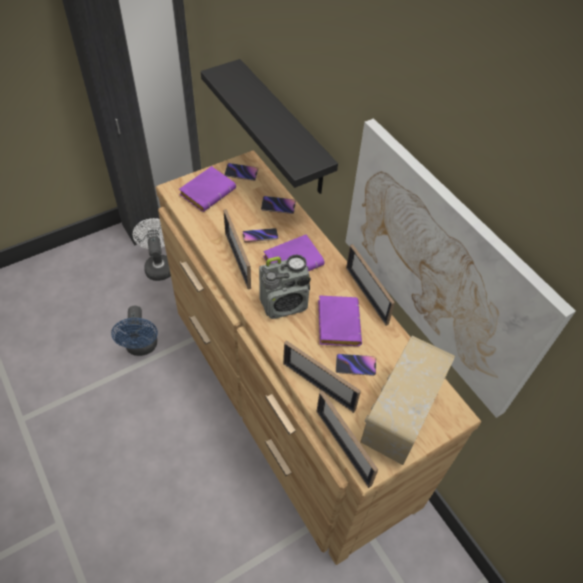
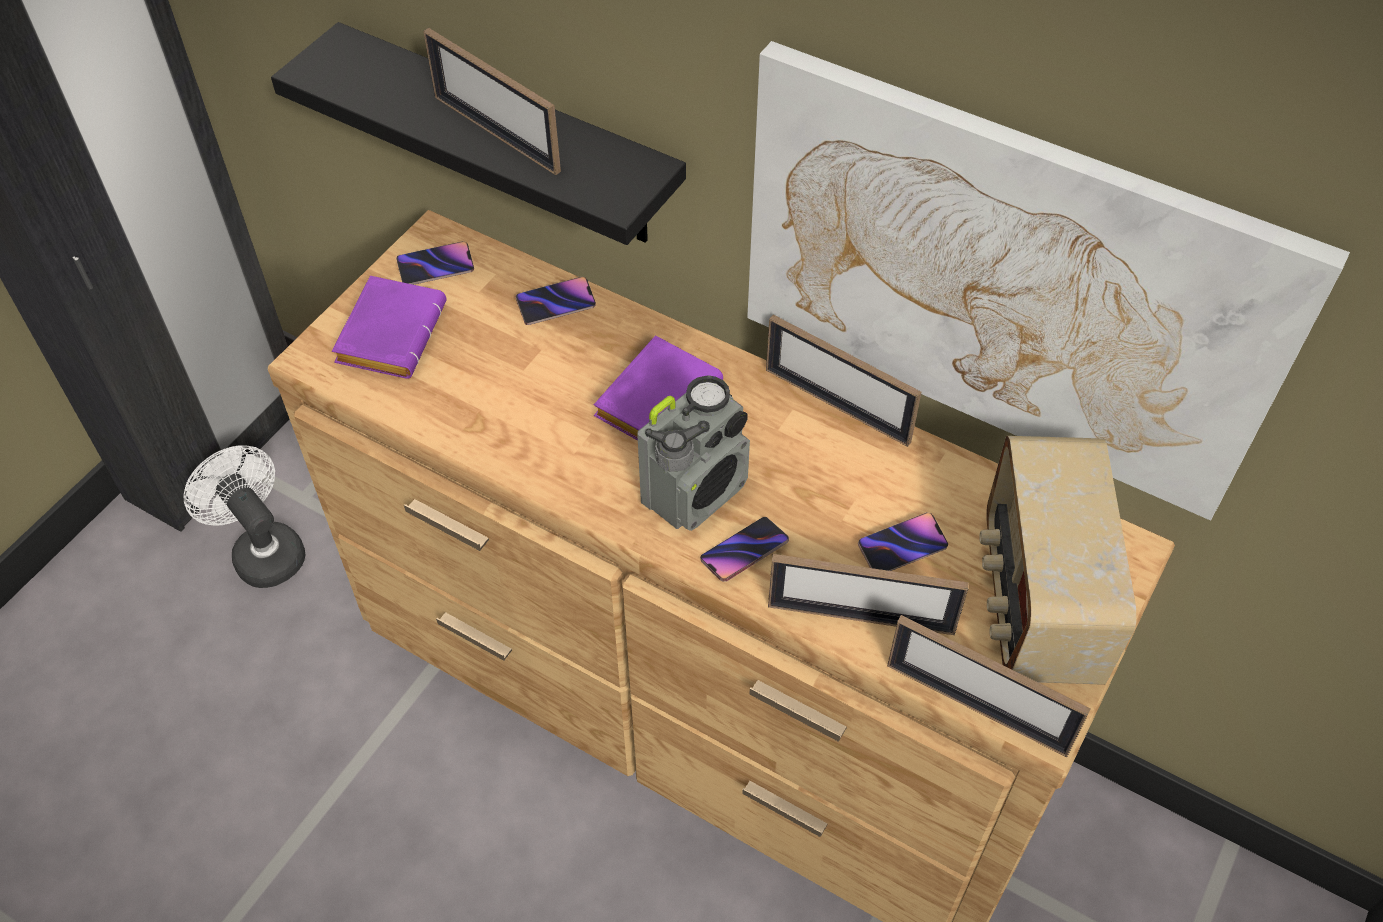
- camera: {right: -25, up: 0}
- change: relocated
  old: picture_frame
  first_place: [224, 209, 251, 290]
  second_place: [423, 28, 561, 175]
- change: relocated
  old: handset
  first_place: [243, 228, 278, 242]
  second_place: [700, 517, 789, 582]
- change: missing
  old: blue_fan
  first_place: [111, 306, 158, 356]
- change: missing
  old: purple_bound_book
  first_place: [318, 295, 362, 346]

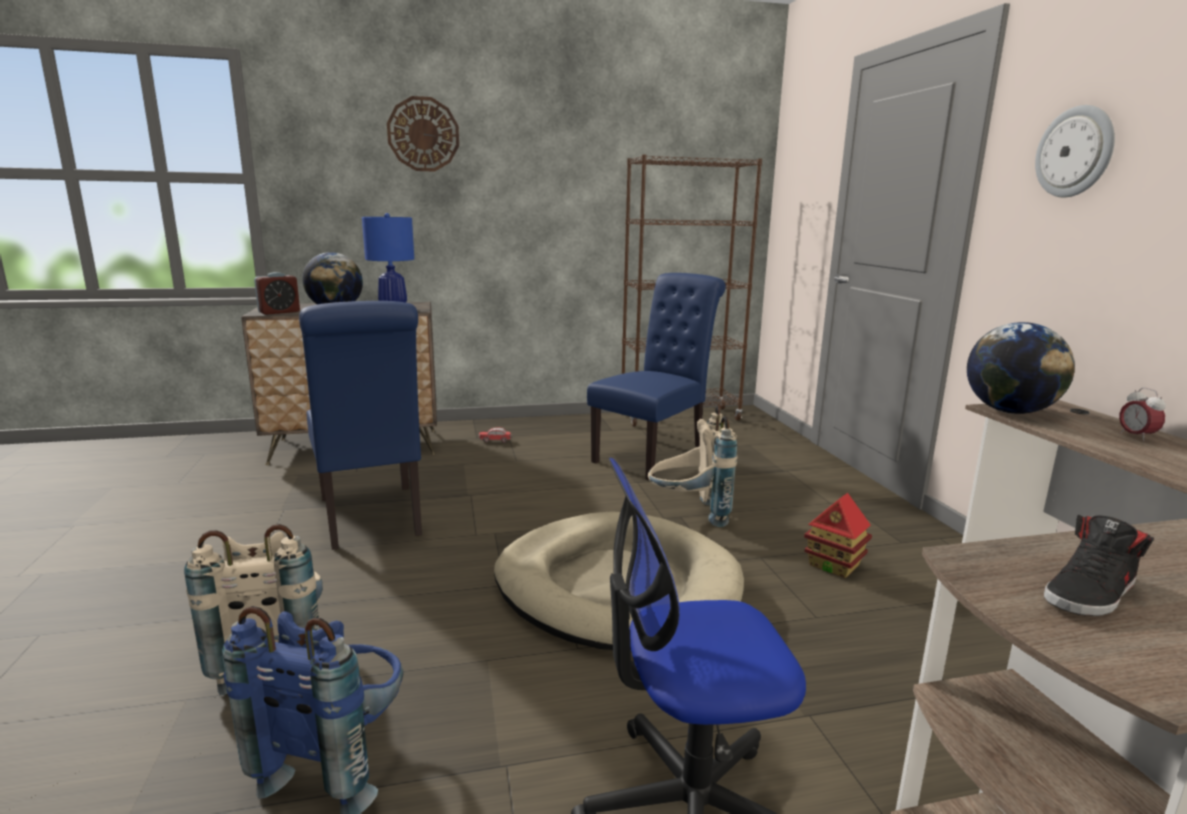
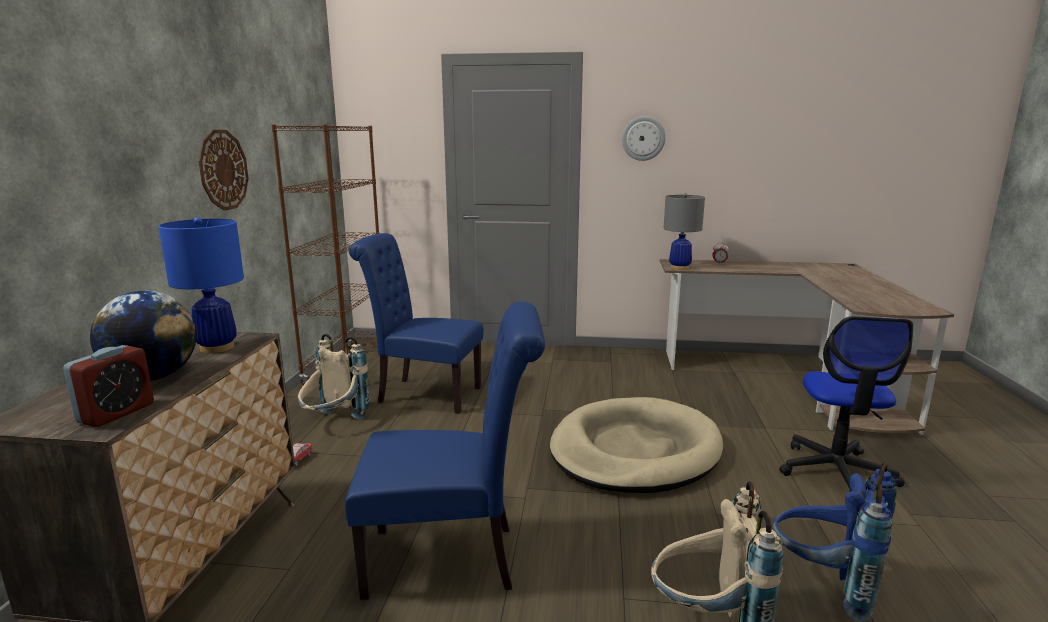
- camera: {right: -70, up: 0}
- change: spun
  old: bedside_clock
  first_place: [254, 272, 300, 315]
  second_place: [63, 345, 154, 427]
  degrees: 45
- change: relocated
  old: wall_clock
  first_place: [387, 96, 459, 172]
  second_place: [199, 130, 249, 211]
- change: relocated
  old: beige-coloured_knapsack
  first_place: [648, 406, 738, 527]
  second_place: [297, 334, 370, 420]
- change: spun
  old: blue_upright_chair
  first_place: [587, 273, 726, 481]
  second_place: [349, 233, 484, 414]
  degrees: -45
- change: exchanged
  old: world_globe
  new: gray_table_lamp
  first_place: [967, 322, 1075, 414]
  second_place: [664, 193, 705, 270]
- change: missing
  old: model_house
  first_place: [804, 493, 872, 578]
- change: missing
  old: blackish_low_shoe
  first_place: [1044, 514, 1154, 616]

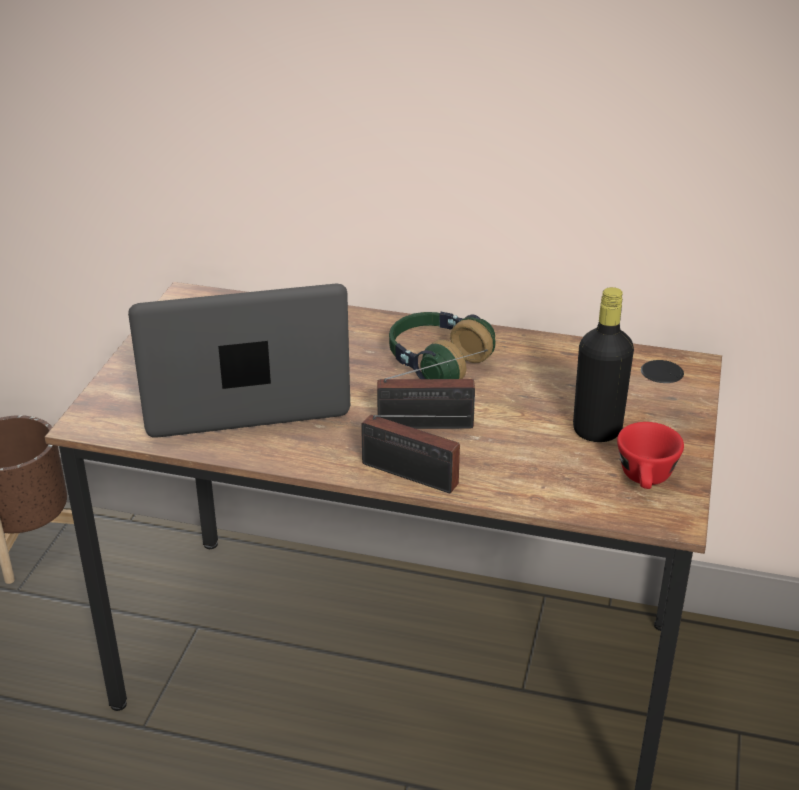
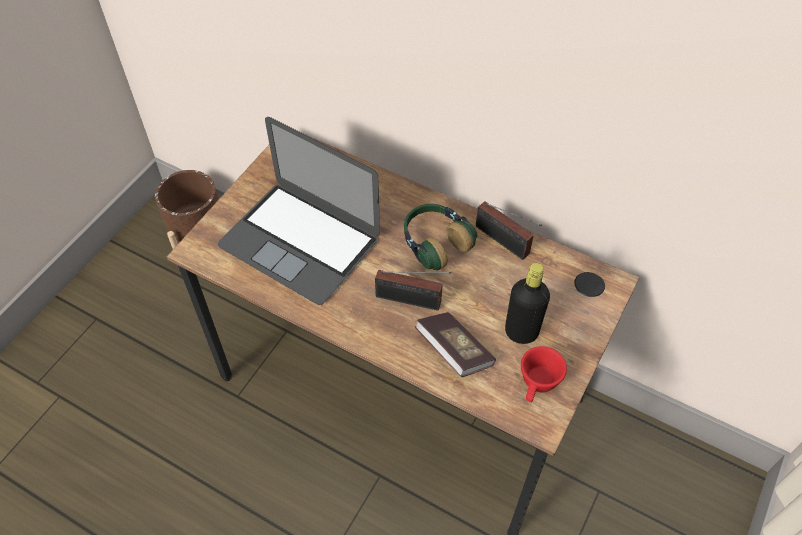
- camera: {right: 15, up: 20}
- change: spun
  old: portable_computer
  first_place: [128, 283, 350, 438]
  second_place: [218, 117, 380, 305]
  degrees: -150
- change: appeared
  new: bound_book
  second_place: [415, 312, 496, 377]
- change: relocated
  old: radio
  first_place: [361, 415, 471, 493]
  second_place: [476, 201, 542, 260]

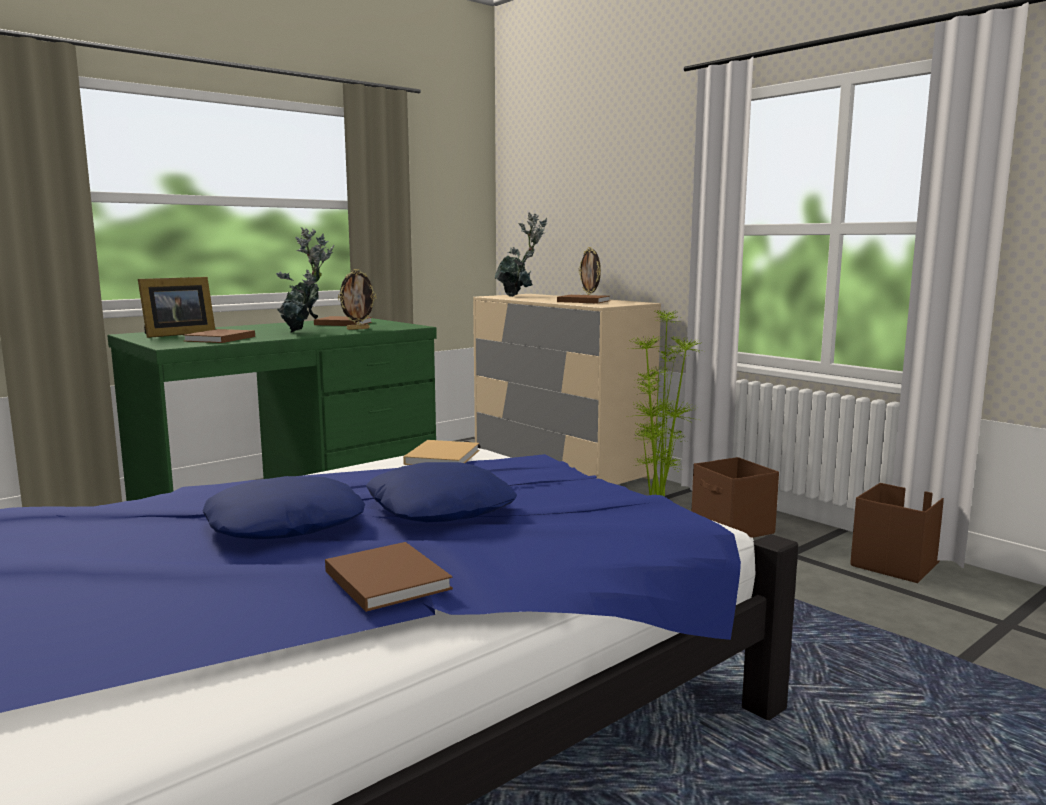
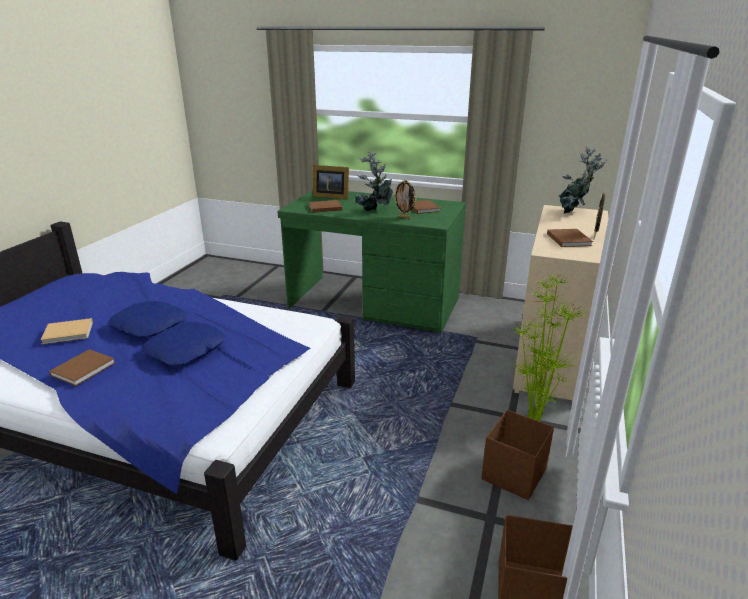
- camera: {right: 60, up: 15}
- change: relocated
  old: beige-coloured_bound_book
  first_place: [403, 440, 479, 465]
  second_place: [41, 318, 93, 344]

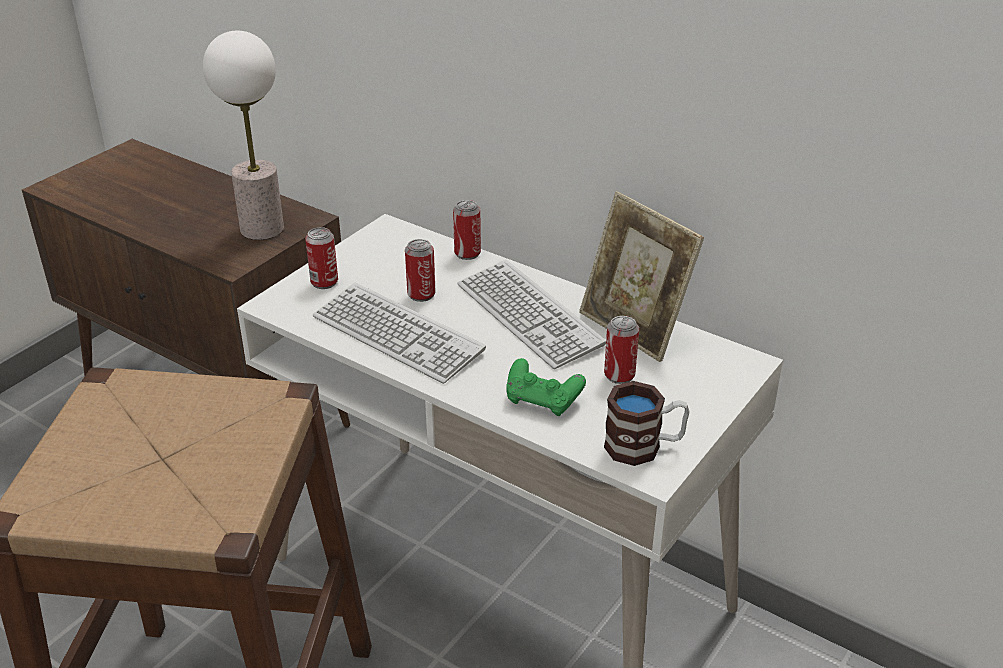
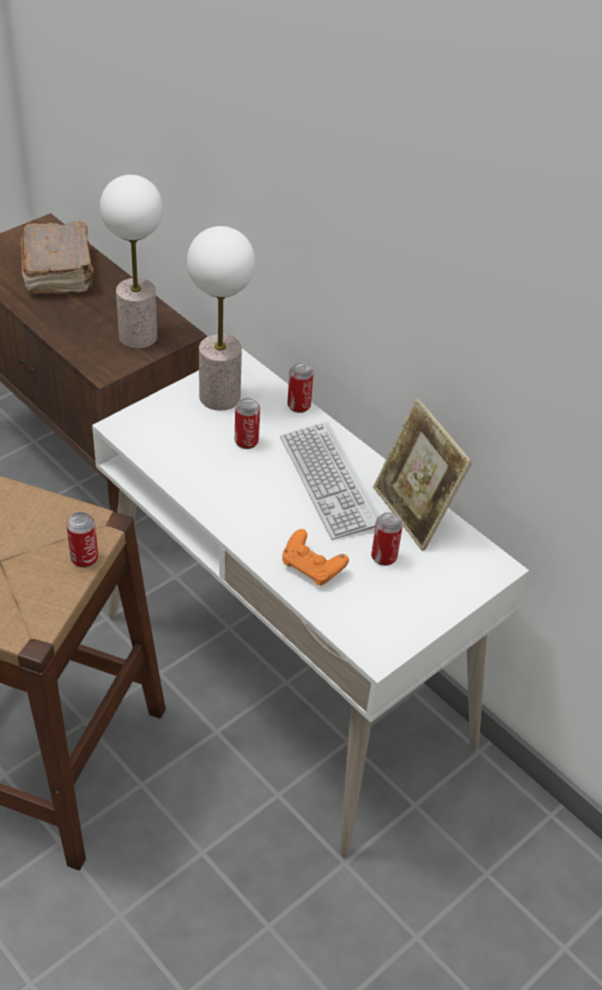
- camera: {right: 10, up: 10}
- change: appeared
  new: brown-coloured_bound_book
  second_place: [21, 221, 94, 294]
- change: relocated
  old: metal_can
  first_place: [305, 227, 338, 289]
  second_place: [66, 512, 98, 568]
- change: appeared
  new: table_lamp
  second_place: [187, 226, 255, 410]
- change: colour
  old: green_joypad
  new: orange-coloured_joypad
  first_place: [506, 358, 586, 416]
  second_place: [282, 529, 349, 586]
- change: missing
  old: computer_keyboard
  first_place: [313, 283, 486, 384]
- change: missing
  old: mug
  first_place: [604, 381, 690, 466]

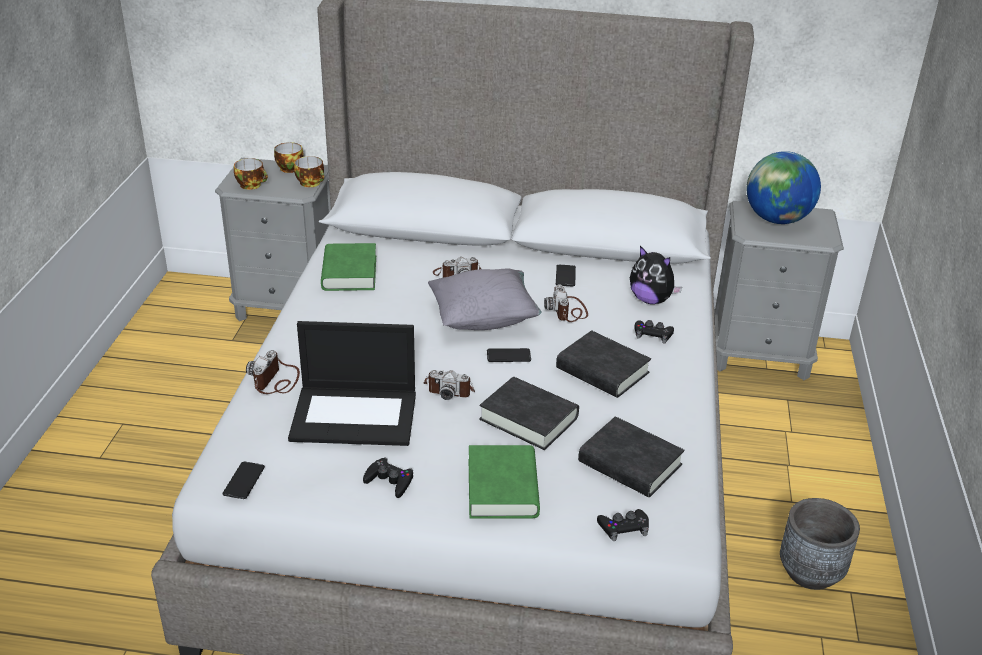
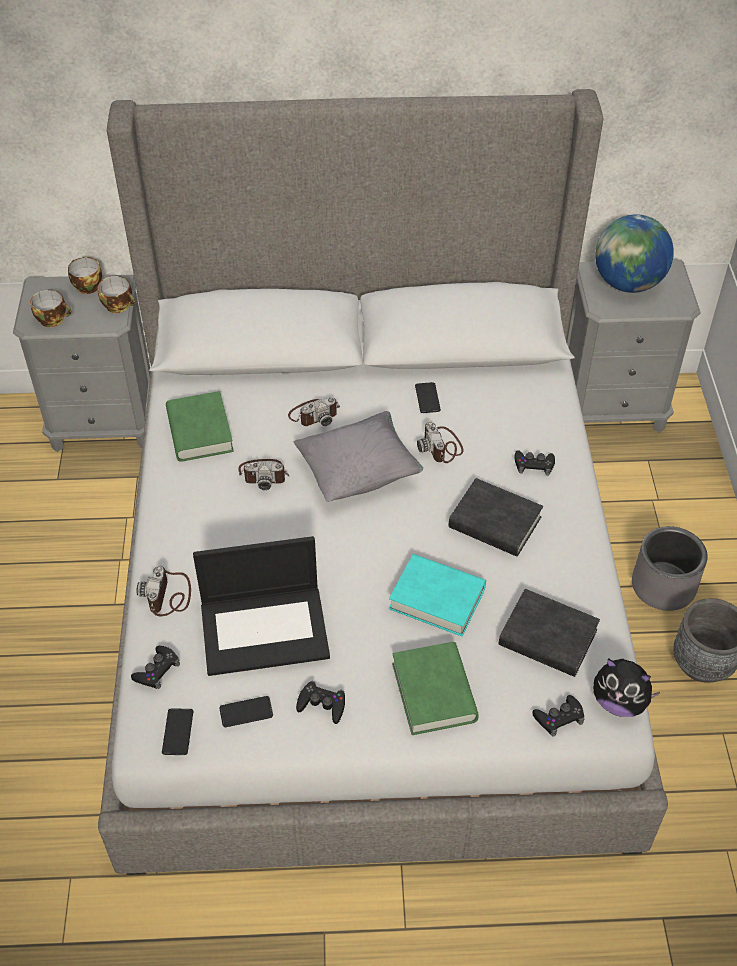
- camera: {right: -10, up: 15}
- change: appeared
  new: blackish_joypad
  second_place: [131, 646, 180, 689]
- change: relocated
  old: handset
  first_place: [487, 348, 531, 362]
  second_place: [220, 696, 273, 727]
- change: relocated
  old: photo_camera
  first_place: [423, 370, 475, 400]
  second_place: [238, 459, 289, 490]
- change: colour
  old: blackish_bound_book
  new: turquoise-coloured_bound_book
  first_place: [479, 377, 579, 450]
  second_place: [389, 554, 486, 637]
- change: relocated
  old: cuddly_toy
  first_place: [630, 246, 682, 304]
  second_place: [593, 658, 660, 717]
- change: appeared
  new: gray_planter
  second_place: [632, 526, 708, 611]

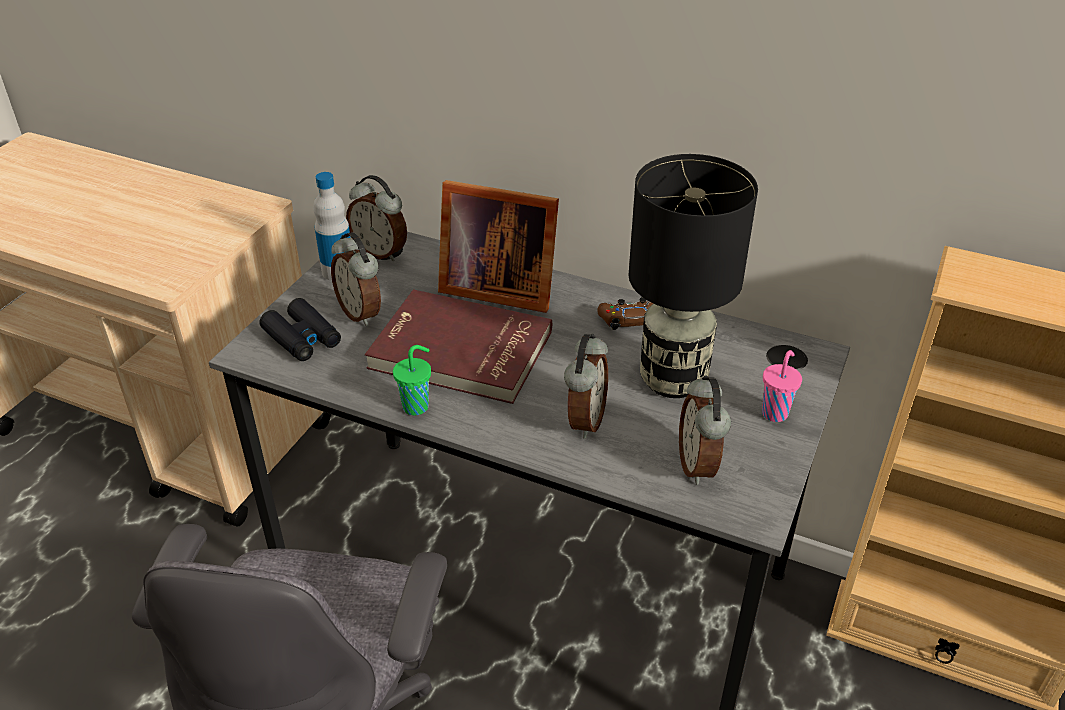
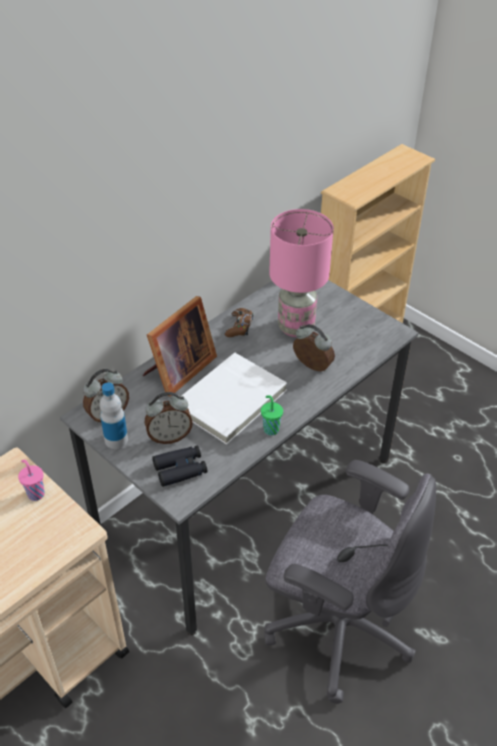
- camera: {right: -70, up: 5}
- change: relocated
  old: pink_cup
  first_place: [762, 350, 802, 422]
  second_place: [18, 460, 45, 501]
- change: colour
  old: reddish_bound_book
  new: white_bound_book
  first_place: [365, 289, 552, 404]
  second_place: [182, 353, 287, 445]
- change: colour
  old: blackish_table_lamp
  new: pink_table_lamp
  first_place: [629, 154, 758, 398]
  second_place: [269, 209, 334, 337]
- change: missing
  old: bedside_clock
  first_place: [679, 375, 731, 485]

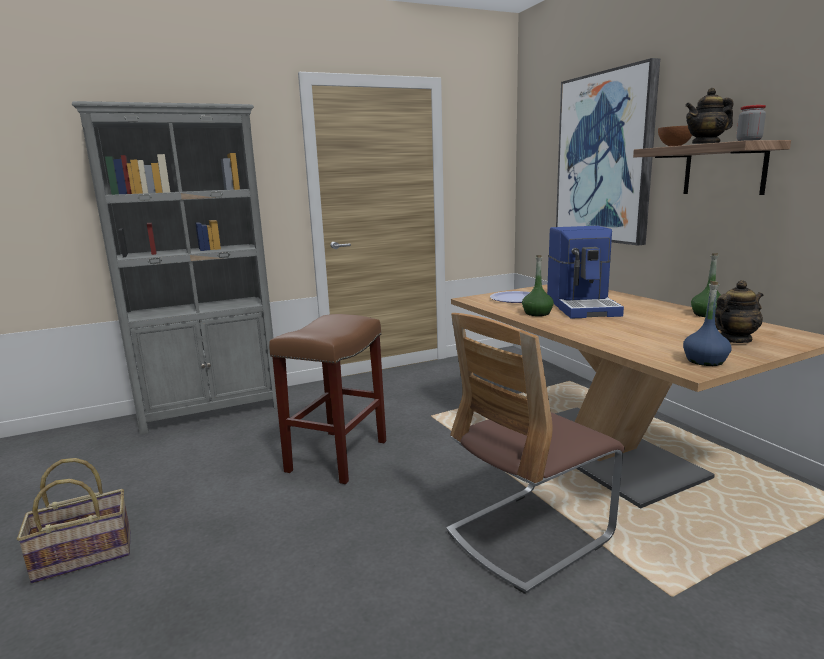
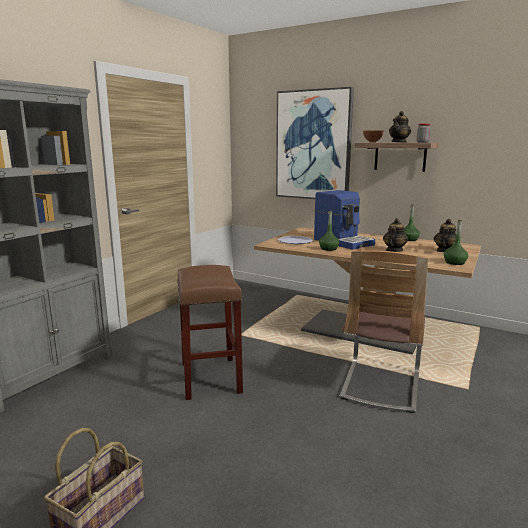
- camera: {right: -35, up: 0}
- change: appeared
  new: tea_pot
  second_place: [383, 218, 408, 252]
- change: colour
  old: blue_bottle
  new: green_bottle
  first_place: [683, 281, 732, 366]
  second_place: [444, 220, 468, 265]

